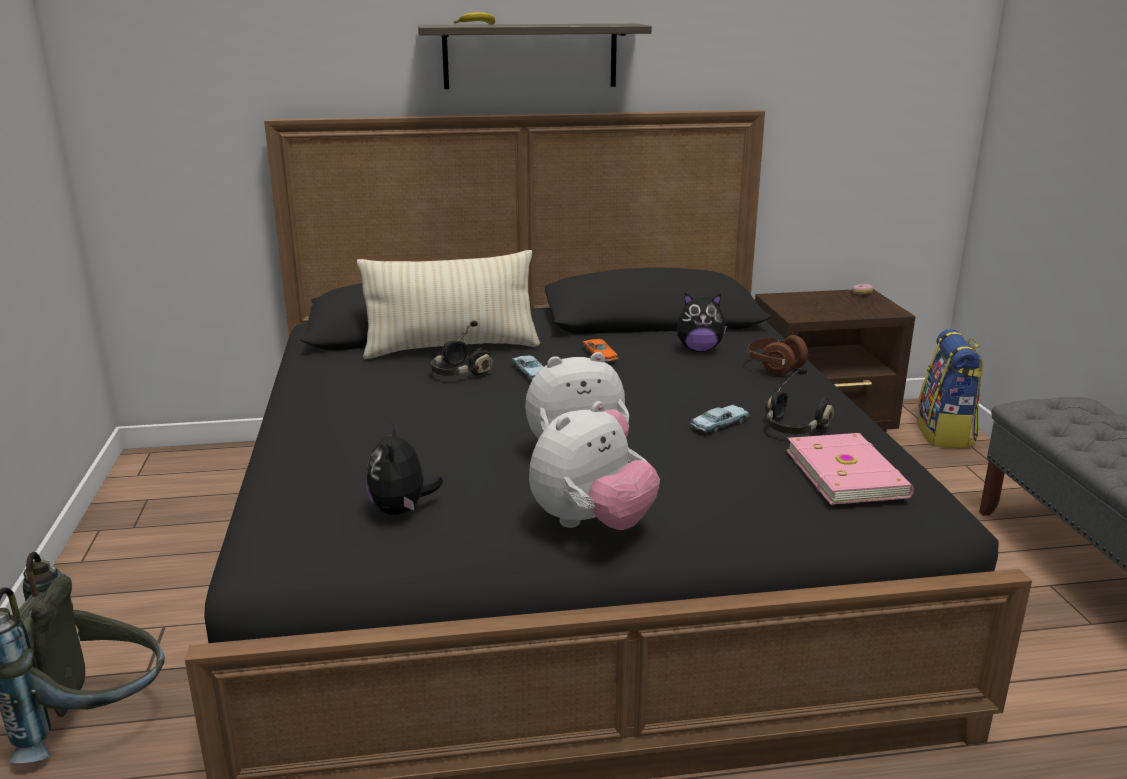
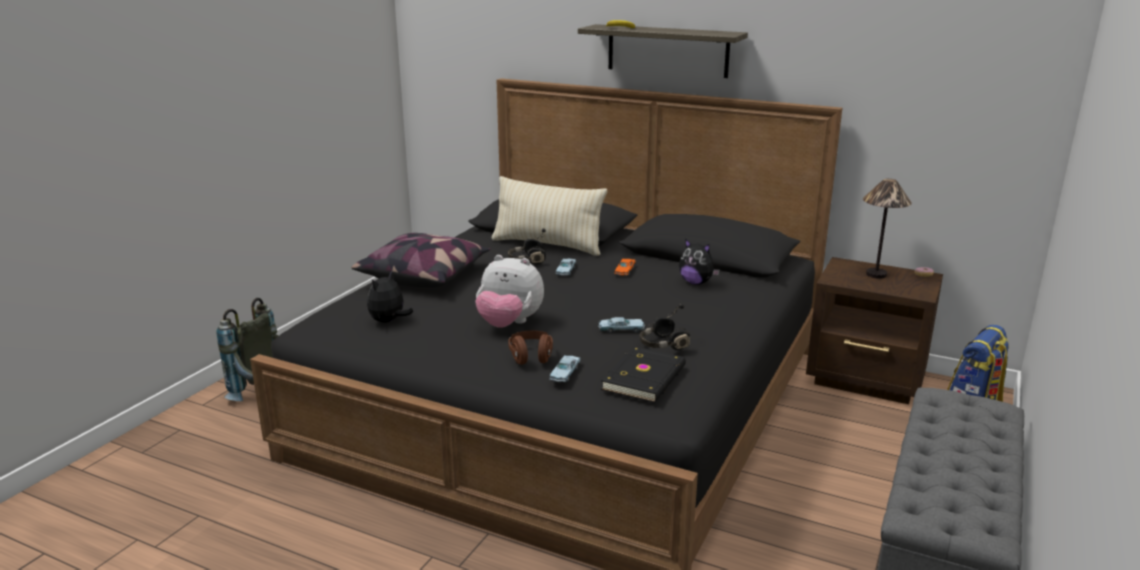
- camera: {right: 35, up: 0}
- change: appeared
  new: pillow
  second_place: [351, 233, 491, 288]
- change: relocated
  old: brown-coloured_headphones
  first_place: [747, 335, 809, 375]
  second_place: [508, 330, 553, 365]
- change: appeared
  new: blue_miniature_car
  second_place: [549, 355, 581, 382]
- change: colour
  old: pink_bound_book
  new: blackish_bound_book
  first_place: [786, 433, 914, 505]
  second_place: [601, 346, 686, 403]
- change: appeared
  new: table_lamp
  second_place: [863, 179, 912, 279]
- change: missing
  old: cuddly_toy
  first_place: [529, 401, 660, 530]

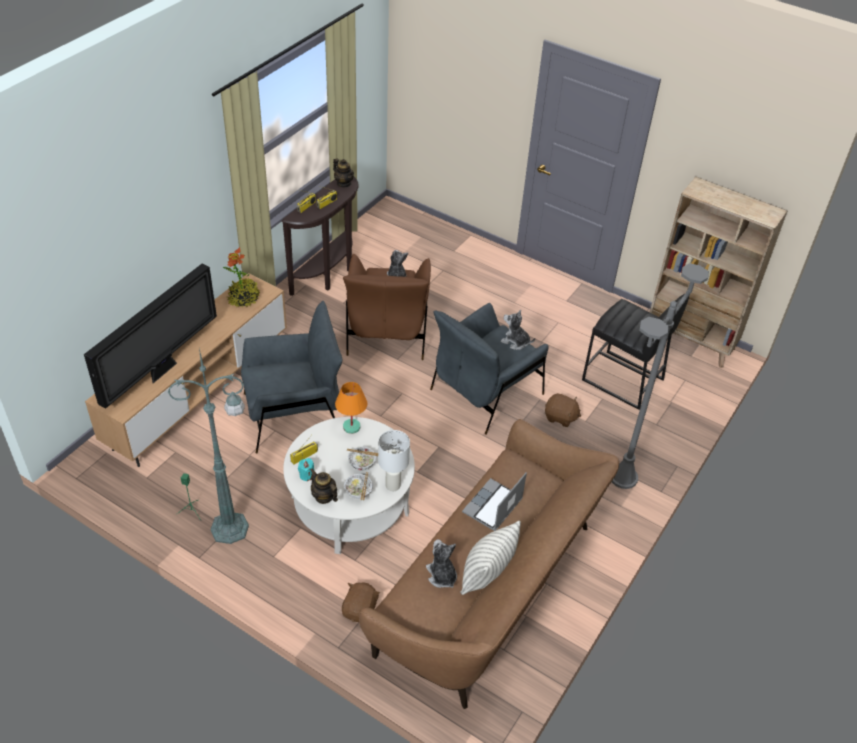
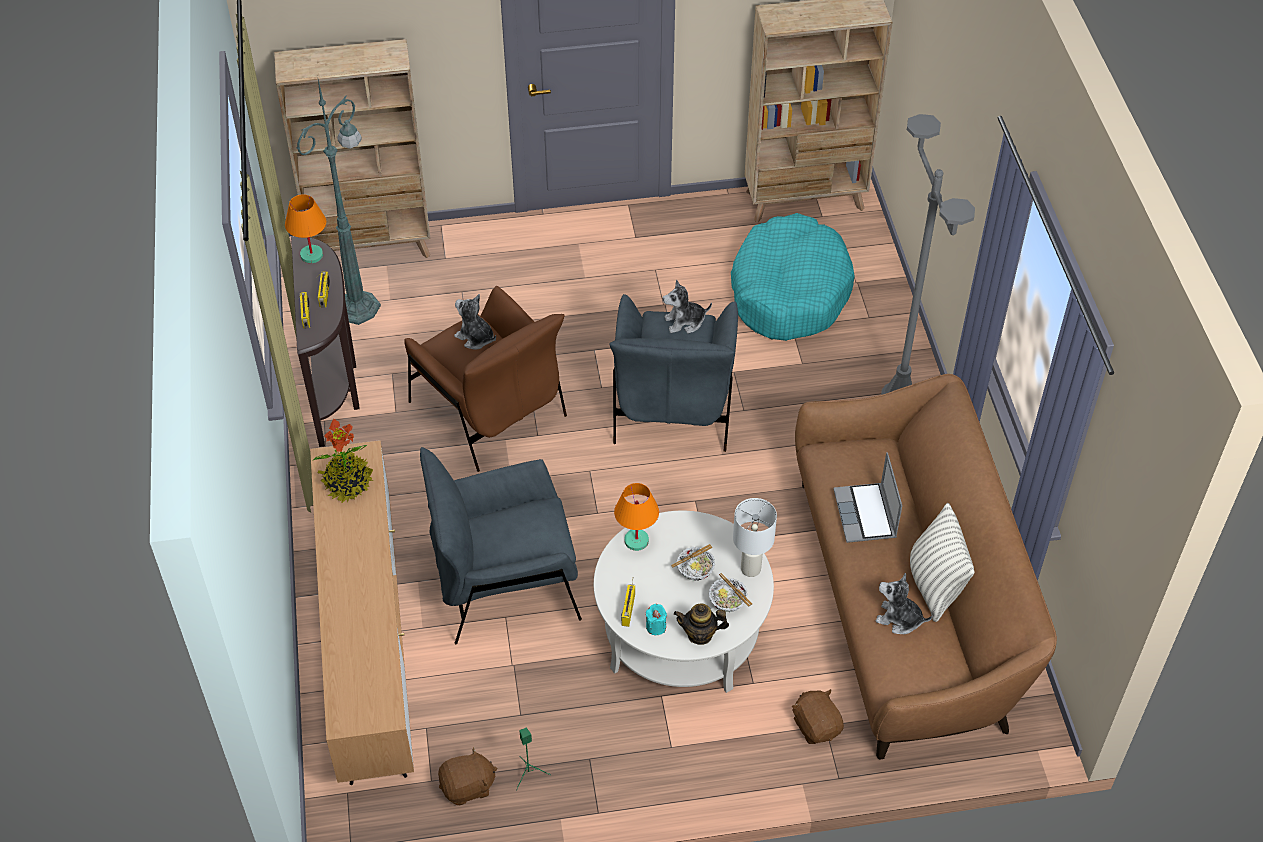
- camera: {right: -40, up: 5}
- change: appeared
  new: beige-coloured_shelving_unit
  second_place: [274, 39, 431, 258]
- change: exchanged
  old: tea_pot
  new: orange-coloured_table_lamp
  first_place: [333, 158, 354, 187]
  second_place: [285, 194, 326, 263]
- change: relocated
  old: green_standard_lamp
  first_place: [168, 348, 249, 544]
  second_place: [297, 79, 381, 325]
- change: spun
  old: gray_easy_chair
  first_place: [241, 301, 342, 453]
  second_place: [420, 447, 582, 644]
  degrees: -135
- change: relocated
  old: brown-coloured_cuddly_toy
  first_place: [545, 393, 581, 427]
  second_place: [438, 747, 497, 805]
- change: exchanged
  old: blackish_stool_seat
  new: turquoise-coloured_dog_bed
  first_place: [582, 294, 689, 410]
  second_place: [731, 213, 855, 341]
- change: missing
  old: TV_set
  first_place: [84, 264, 217, 409]

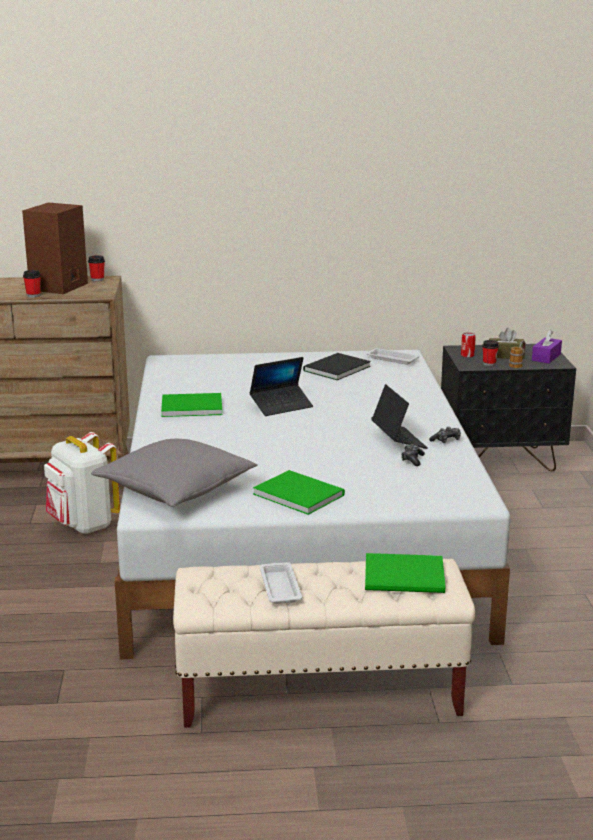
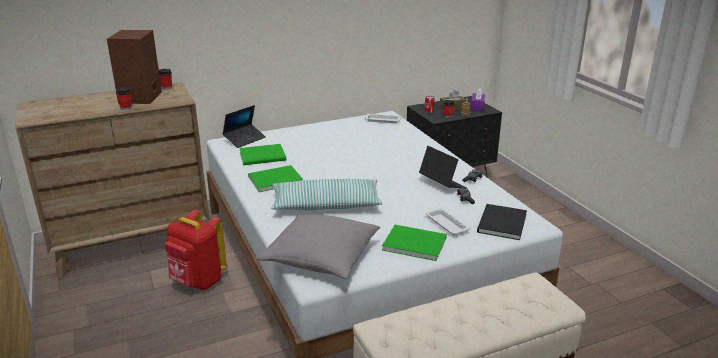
- camera: {right: -20, up: 5}
- change: colour
  old: white_knapsack
  new: reddish_knapsack
  first_place: [44, 432, 120, 534]
  second_place: [165, 210, 227, 290]
- change: relocated
  old: portable_computer
  first_place: [250, 357, 313, 416]
  second_place: [222, 105, 266, 148]
- change: relocated
  old: green_bound_book
  first_place: [365, 553, 445, 593]
  second_place: [239, 144, 286, 165]
- change: appeared
  new: pillow
  second_place: [271, 179, 382, 210]
- change: relocated
  old: white_serving_tray
  first_place: [259, 562, 303, 604]
  second_place: [425, 208, 471, 235]
- change: relocated
  old: blackish_bound_book
  first_place: [303, 353, 371, 380]
  second_place: [477, 204, 527, 240]

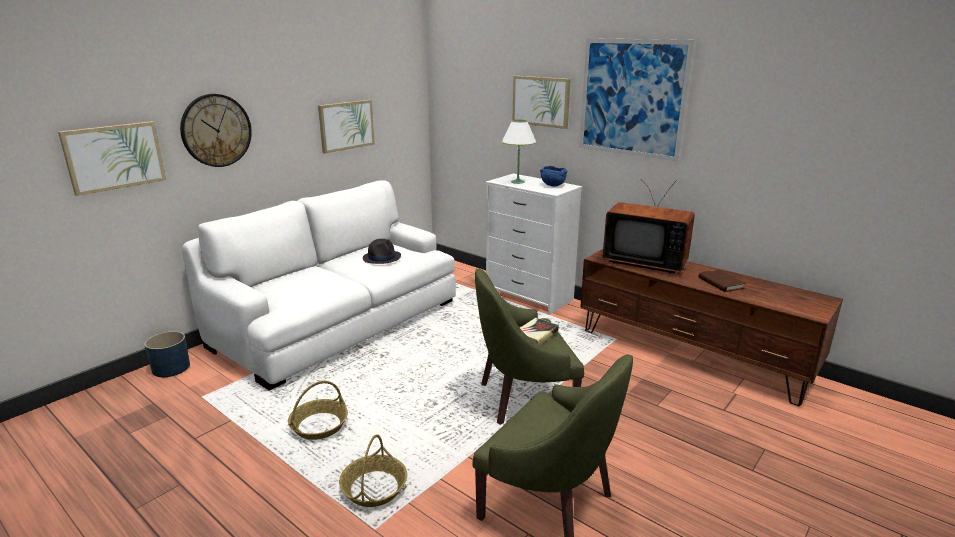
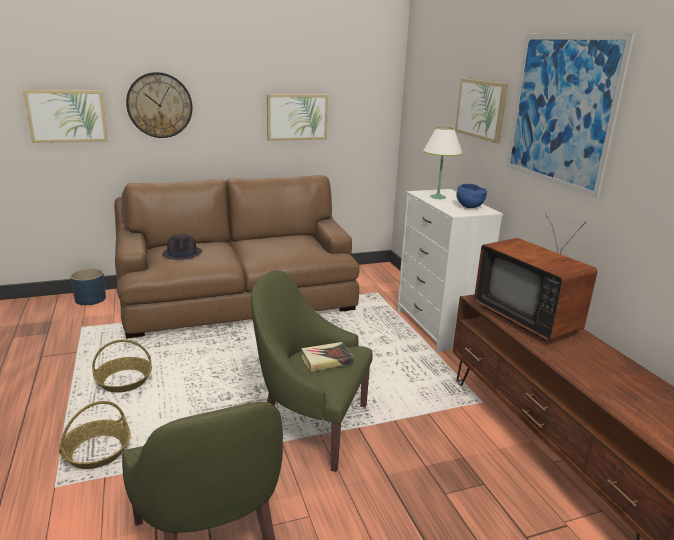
- camera: {right: 30, up: 0}
- change: colour
  old: white_couch
  new: brown-coloured_couch
  first_place: [182, 180, 456, 390]
  second_place: [114, 175, 360, 339]
- change: relocated
  old: blackish_hat
  first_place: [363, 239, 401, 264]
  second_place: [162, 234, 202, 260]
- change: missing
  old: brown-coloured_bound_book
  first_place: [699, 270, 746, 292]

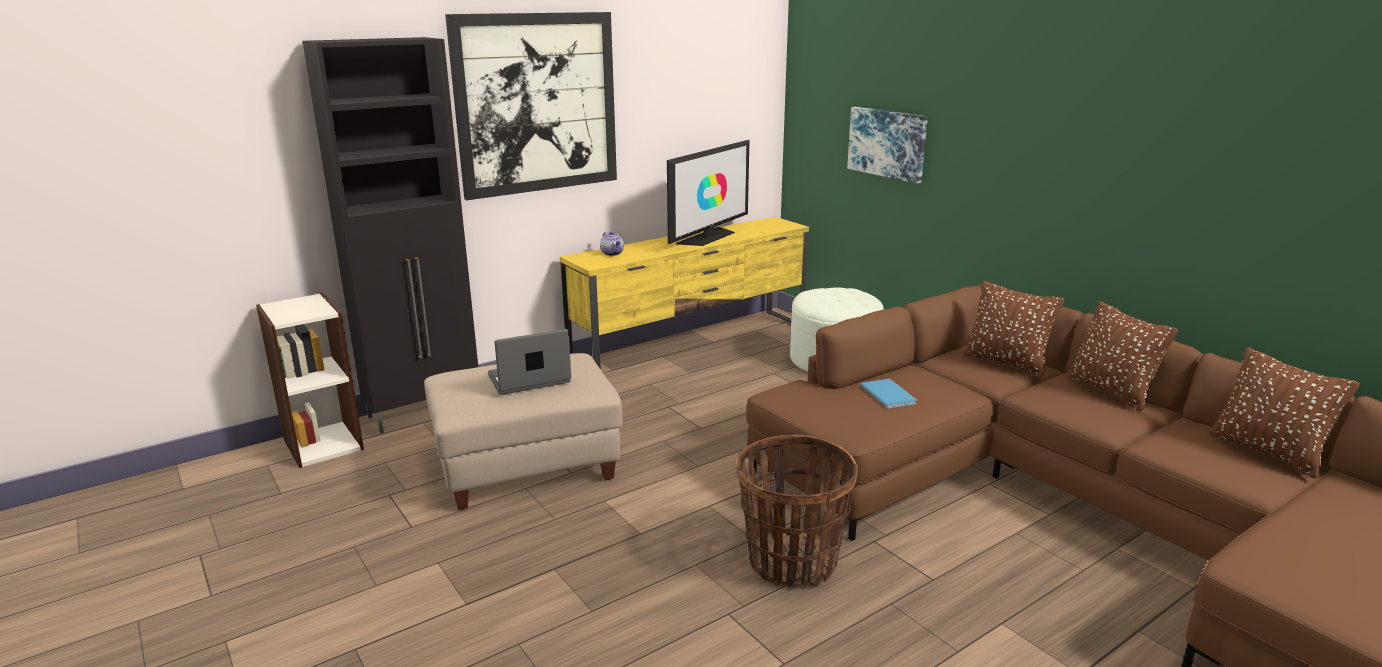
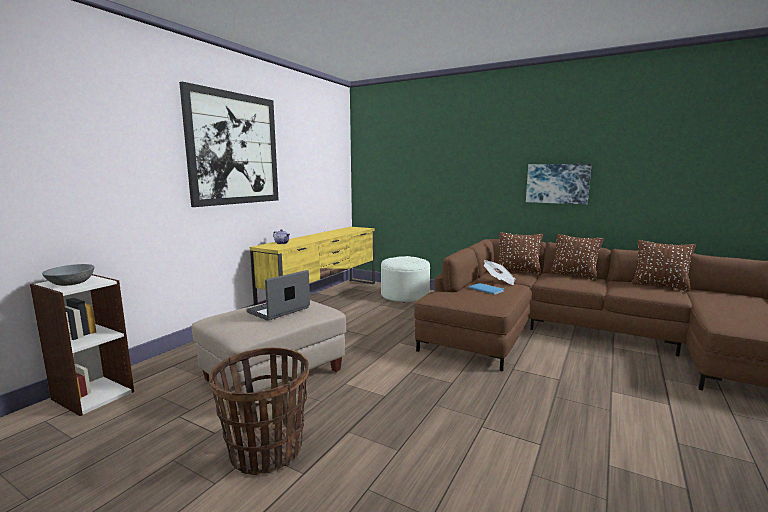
- camera: {right: -25, up: -10}
- change: appeared
  new: gray_serving_bowl
  second_place: [42, 264, 94, 286]
- change: relocated
  old: storage_basket
  first_place: [736, 435, 858, 588]
  second_place: [209, 347, 309, 475]
- change: appeared
  new: newspaper
  second_place: [484, 260, 516, 285]
- change: relocated
  old: picture
  first_place: [847, 107, 928, 183]
  second_place: [526, 164, 592, 204]
- change: missing
  old: blackish_cupboard
  first_place: [303, 37, 478, 434]
- change: missing
  old: TV_set
  first_place: [667, 140, 749, 246]

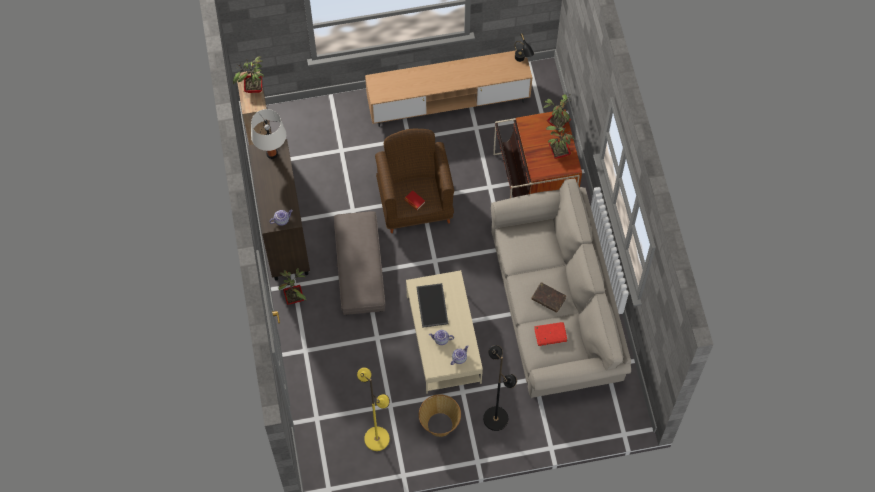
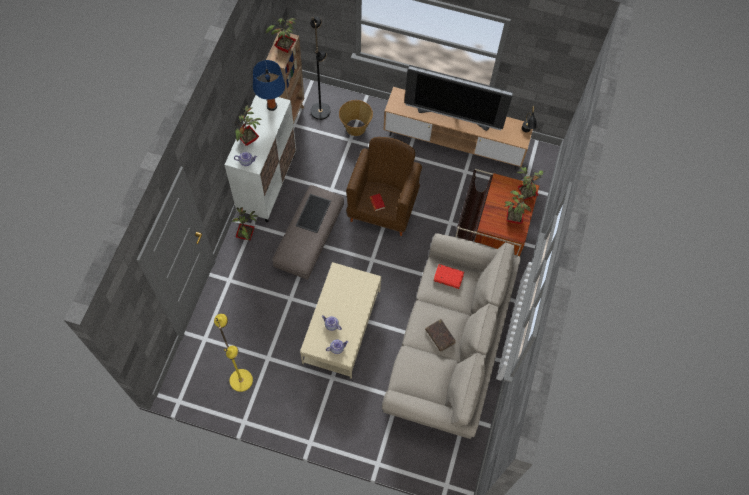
- camera: {right: 25, up: 0}
- change: colour
  old: brown-coloured_cupboard
  new: white_cupboard
  first_place: [248, 139, 310, 280]
  second_place: [225, 95, 296, 222]
- change: appeared
  new: houseplant
  second_place: [235, 105, 262, 146]
- change: colour
  old: white_table_lamp
  new: blue_table_lamp
  first_place: [251, 109, 286, 159]
  second_place: [253, 60, 285, 111]
- change: relocated
  old: serving_tray
  first_place: [416, 283, 448, 328]
  second_place: [296, 194, 331, 233]
- change: relocated
  old: blackish_standard_lamp
  first_place: [483, 345, 517, 431]
  second_place: [310, 17, 330, 120]
- change: relocated
  old: storage_basket
  first_place: [419, 394, 461, 437]
  second_place: [339, 100, 373, 136]
- change: appeared
  new: TV_set
  second_place: [404, 65, 513, 131]
- change: relocated
  old: reddish_bound_book
  first_place: [534, 322, 567, 346]
  second_place: [434, 264, 464, 289]

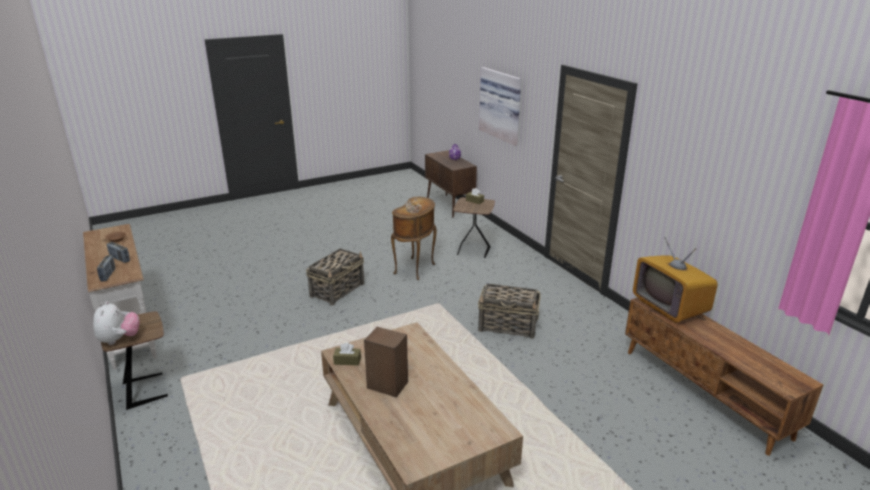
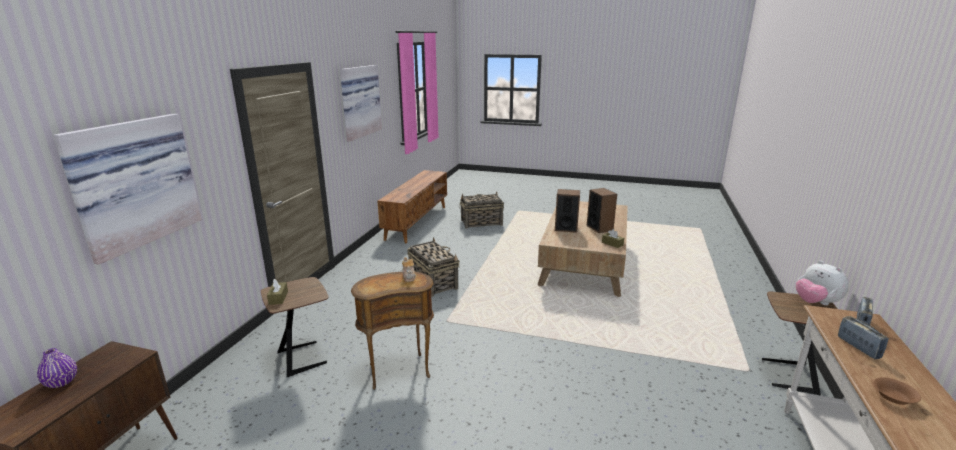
- camera: {right: -135, up: -5}
- change: appeared
  new: picture
  second_place: [340, 65, 382, 142]
- change: relocated
  old: storage_basket
  first_place: [306, 248, 364, 305]
  second_place: [460, 191, 504, 229]
- change: appeared
  new: speaker
  second_place: [555, 189, 580, 233]
- change: spun
  old: cuddly_toy
  first_place: [93, 301, 140, 345]
  second_place: [796, 261, 849, 305]
  degrees: -60
- change: missing
  old: TV_set
  first_place: [633, 237, 718, 323]

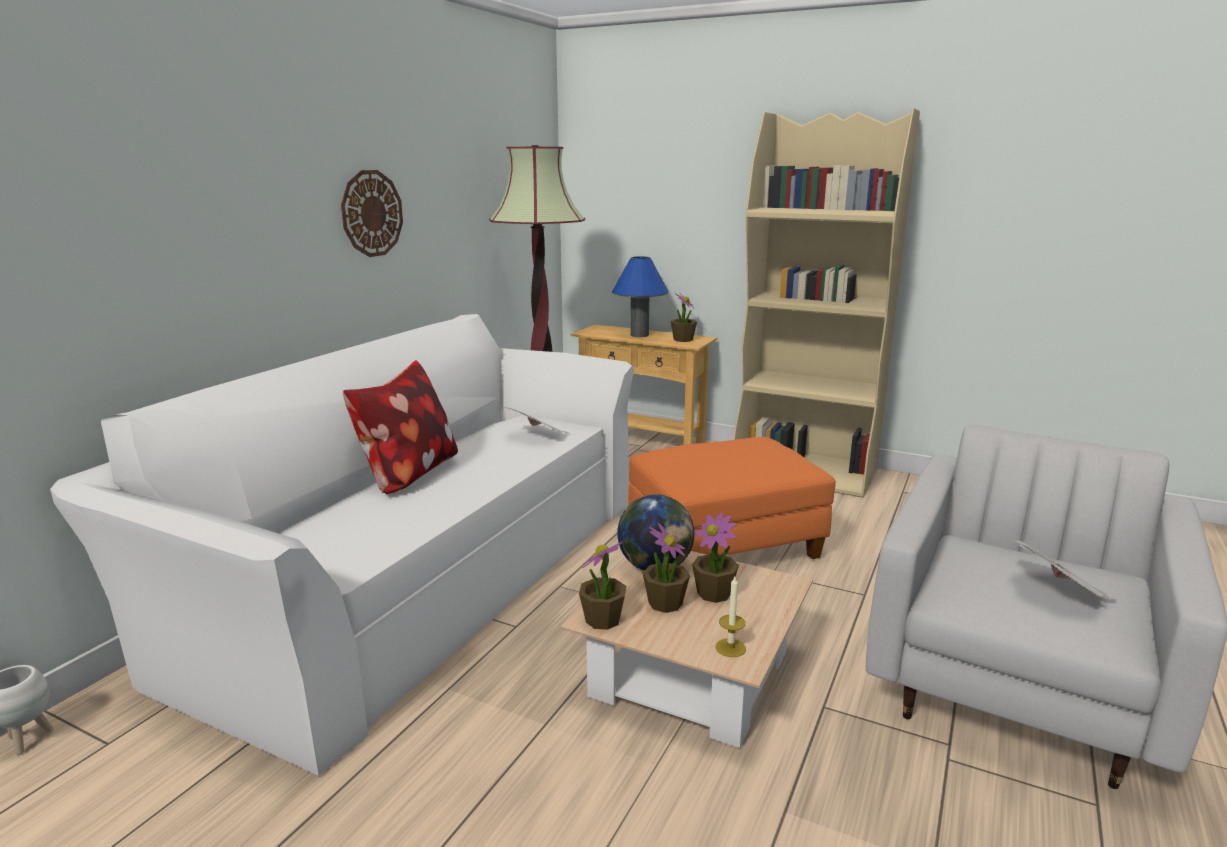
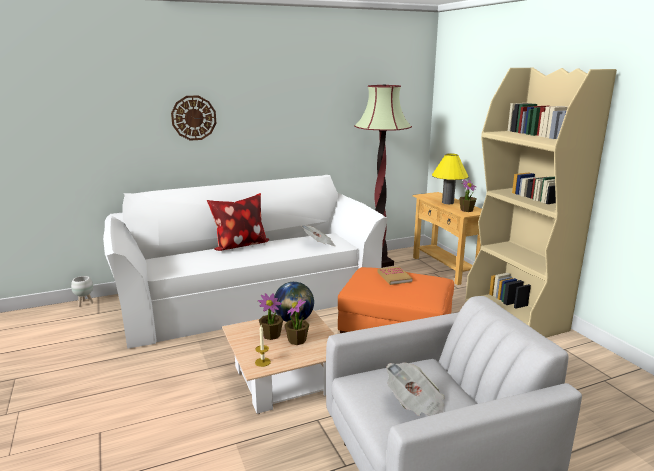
- camera: {right: 40, up: 0}
- change: relocated
  old: wall_clock
  first_place: [341, 170, 403, 257]
  second_place: [171, 95, 216, 141]
- change: appeared
  new: bound_book
  second_place: [378, 266, 413, 285]
- change: colour
  old: blue_table_lamp
  new: yellowish_table_lamp
  first_place: [612, 256, 668, 337]
  second_place: [432, 153, 468, 204]
- change: missing
  old: houseplant
  first_place: [579, 541, 626, 630]

